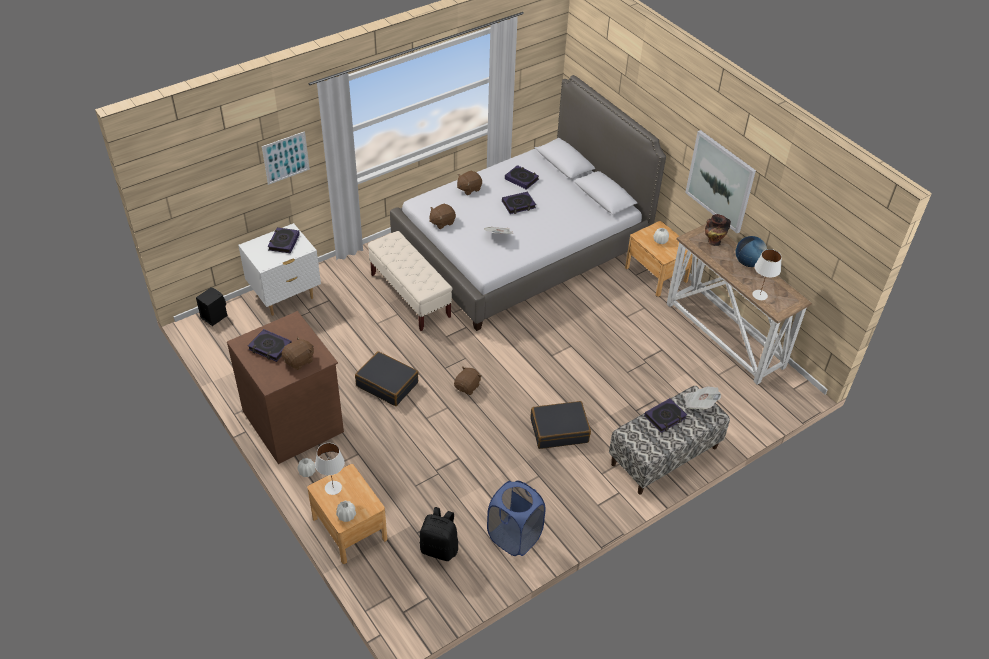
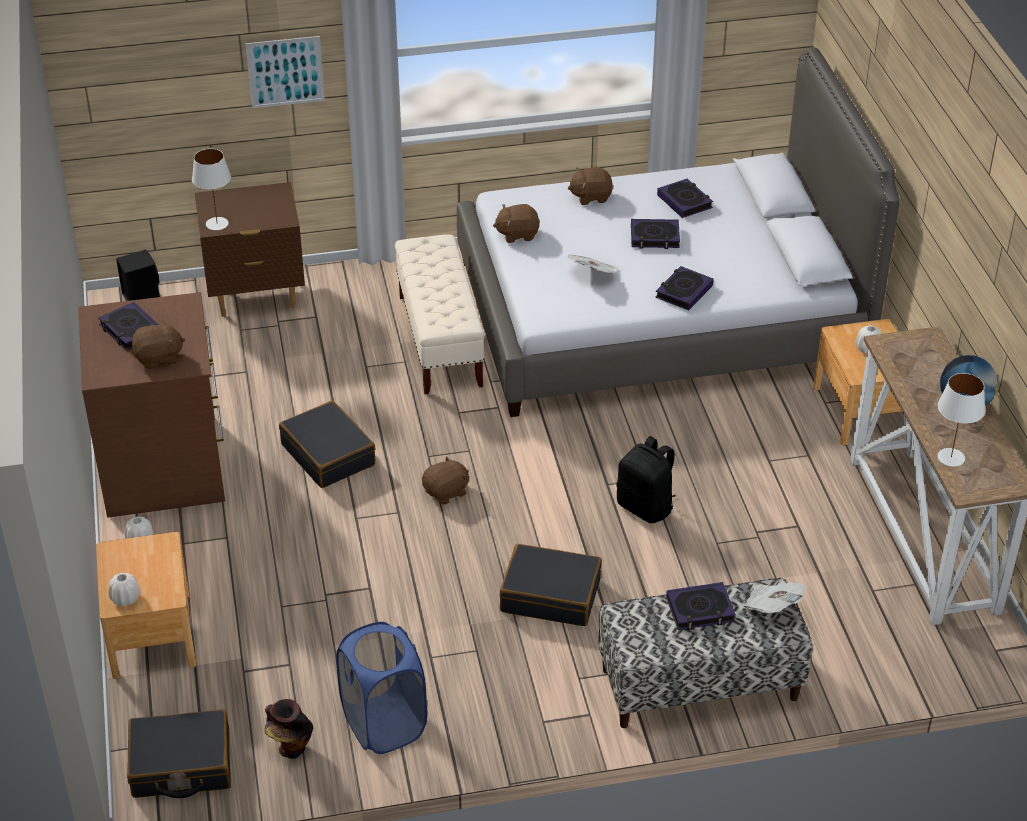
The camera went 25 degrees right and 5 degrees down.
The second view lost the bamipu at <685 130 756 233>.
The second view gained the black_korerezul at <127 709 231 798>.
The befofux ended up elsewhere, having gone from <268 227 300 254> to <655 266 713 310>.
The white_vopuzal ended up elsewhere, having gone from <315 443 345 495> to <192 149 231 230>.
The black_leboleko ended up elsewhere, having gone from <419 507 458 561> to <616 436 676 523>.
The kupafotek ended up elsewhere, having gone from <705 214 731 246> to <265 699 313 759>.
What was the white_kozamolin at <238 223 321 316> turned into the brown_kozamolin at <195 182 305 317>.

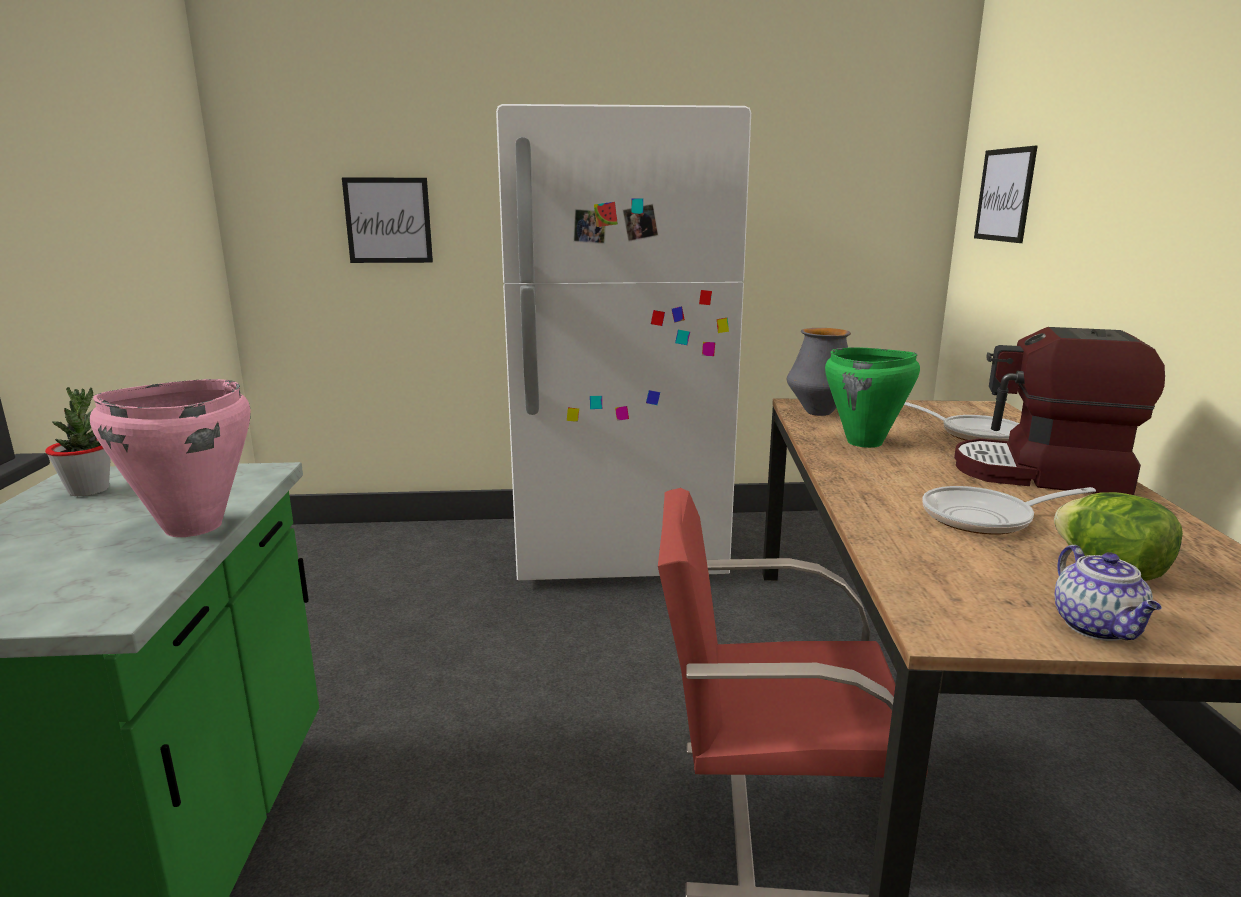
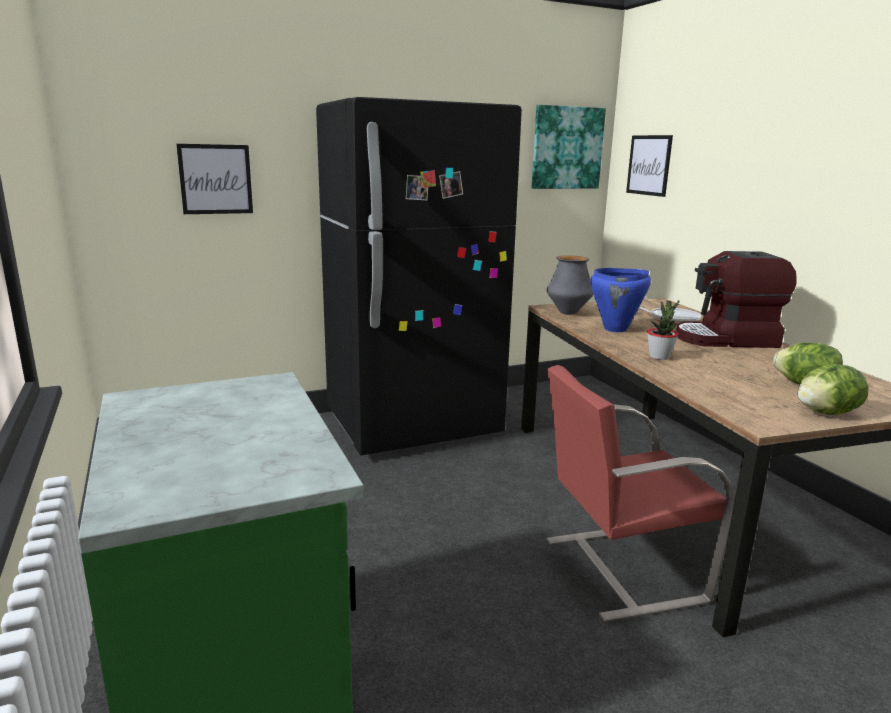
The camera went 20 degrees left and 0 degrees up.
The second view lost the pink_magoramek at <90 379 251 537>.
The second view lost the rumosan at <922 486 1096 535>.
The second view gained the bamipu at <532 105 606 189>.
The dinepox ended up elsewhere, having gone from <45 387 111 496> to <647 300 679 360>.
Where the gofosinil stood at <1055 545 1162 641>, the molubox came to stand at <798 364 868 415>.
What was the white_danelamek at <496 104 751 580> turned into the black_danelamek at <316 97 522 455>.
What was the green_magoramek at <825 347 920 448> turned into the blue_magoramek at <590 268 651 332>.

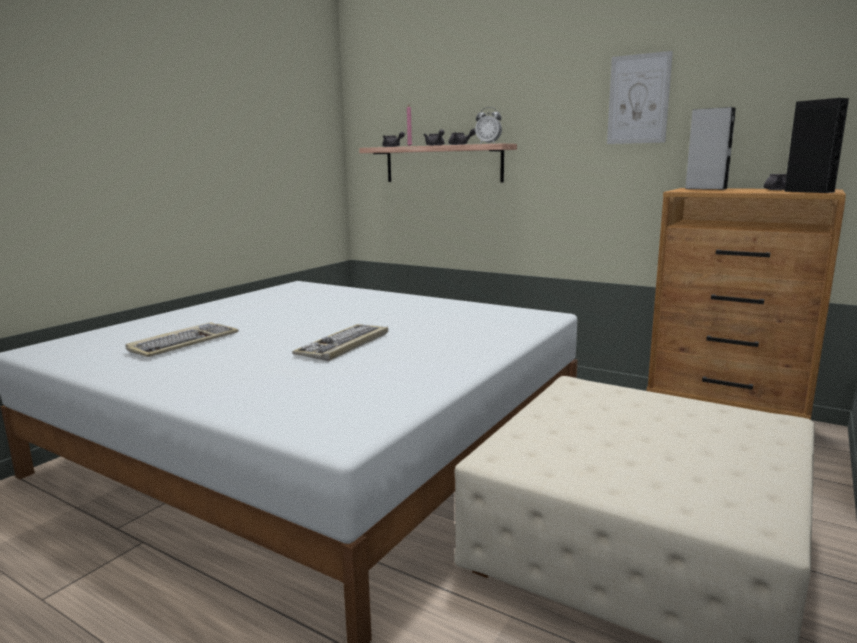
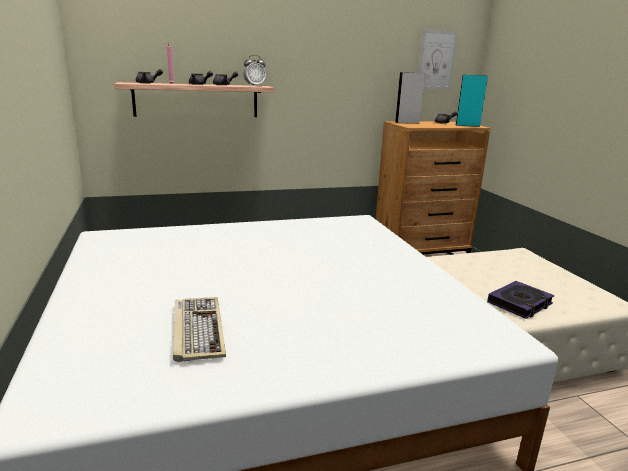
The camera went 50 degrees left and 5 degrees up.
The second view lost the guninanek at <292 324 388 361>.
The second view gained the befofux at <487 281 555 319>.
The bamipu ended up elsewhere, having gone from <607 51 673 144> to <418 29 458 90>.
What was the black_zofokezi at <783 98 849 193> turned into the turquoise_zofokezi at <455 75 488 127>.

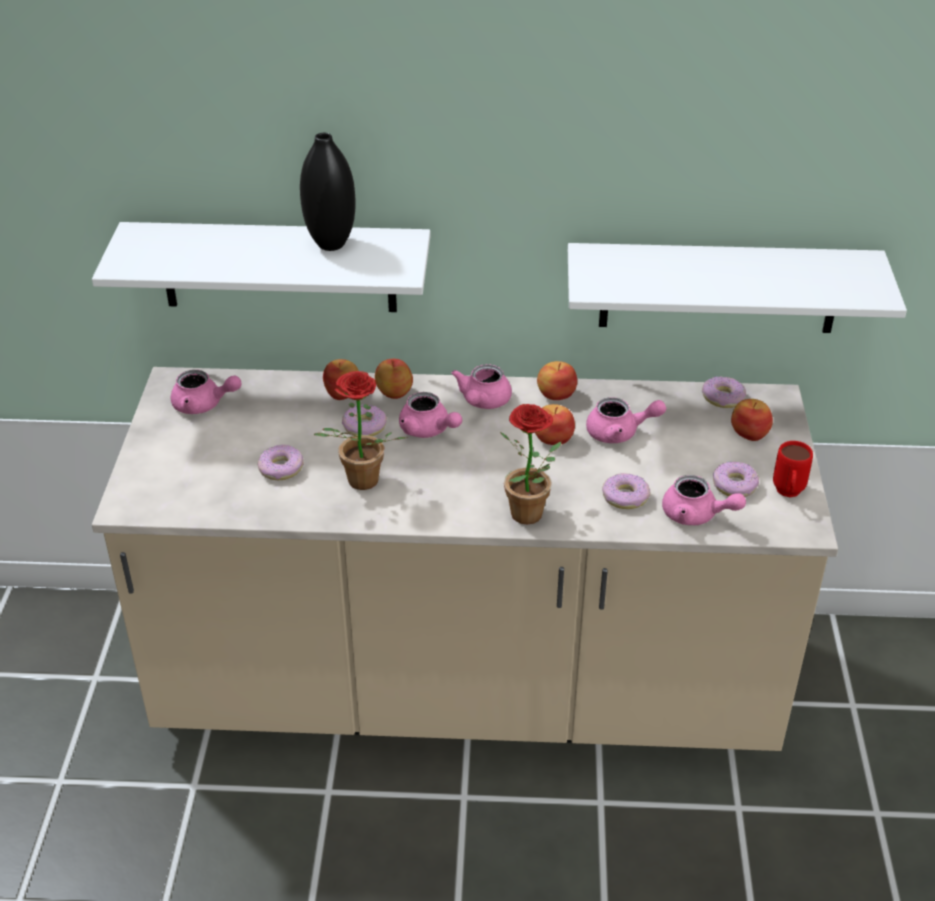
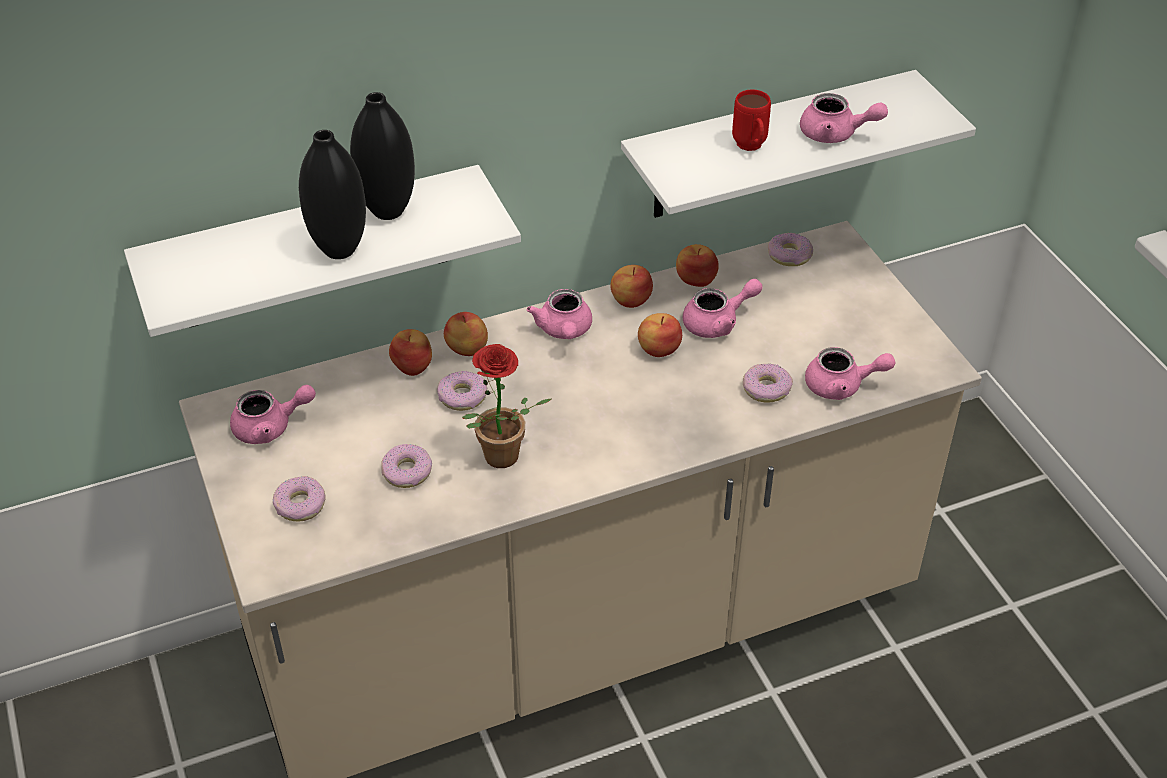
The camera went 25 degrees left and 5 degrees up.
The second view lost the dinepox at <500 404 561 525>.
The second view gained the black_kupafotek at <299 130 366 259>.
The pink_gofosinil ended up elsewhere, having gone from <399 392 462 438> to <800 93 888 143>.
The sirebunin ended up elsewhere, having gone from <713 461 759 497> to <273 476 326 522>.
The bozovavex ended up elsewhere, having gone from <731 399 773 441> to <676 244 719 287>.
The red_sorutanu ended up elsewhere, having gone from <773 441 813 497> to <732 89 771 151>.

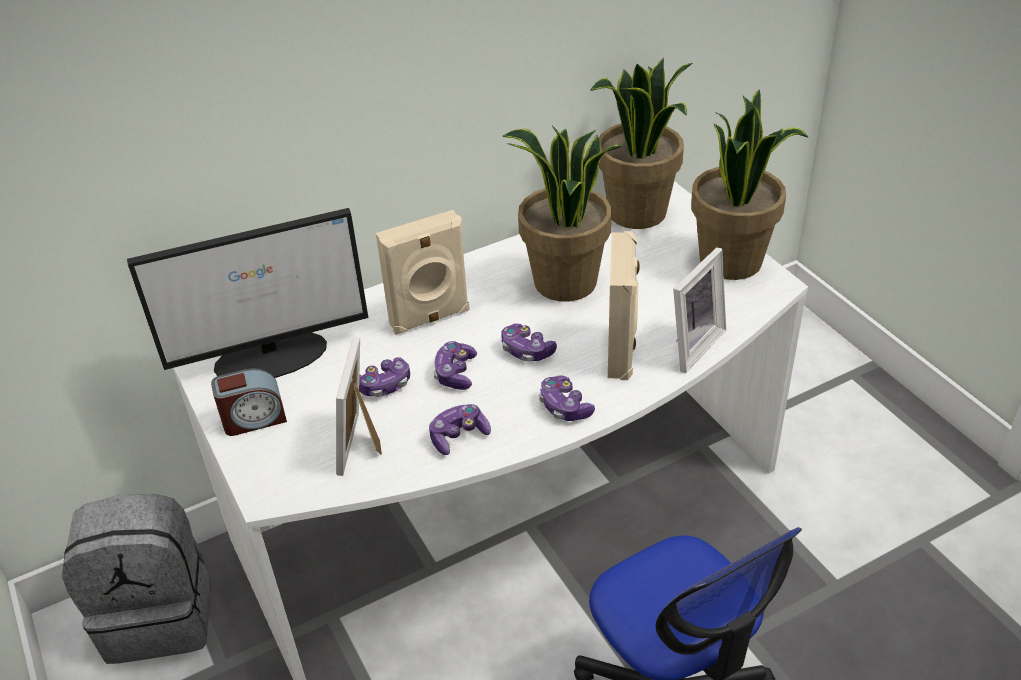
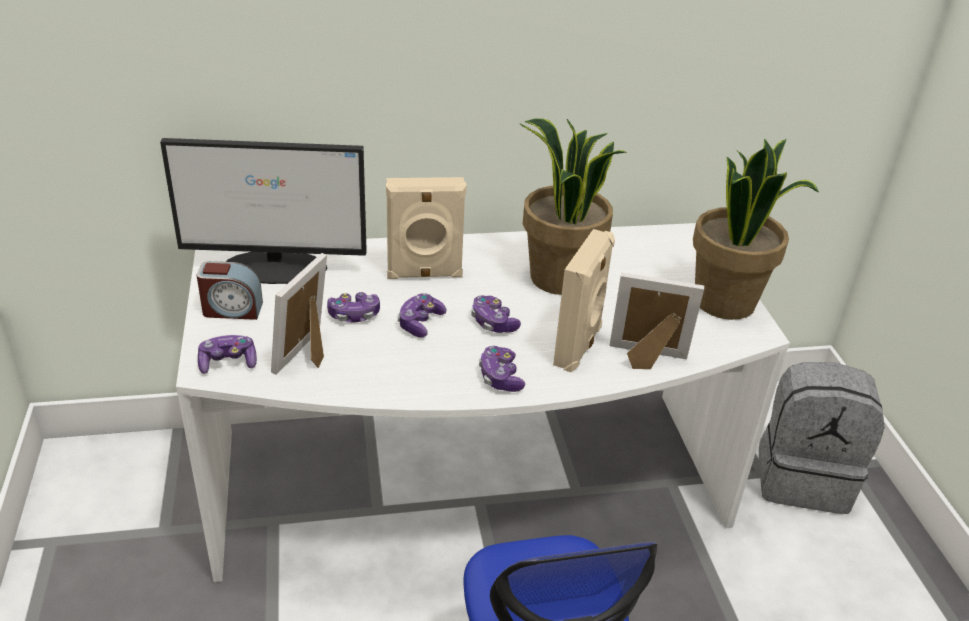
The camera went 15 degrees right and 5 degrees down.
The second view lost the dinepox at <590 57 693 229>.
The grey_leboleko ended up elsewhere, having gone from <62 494 211 664> to <759 362 885 514>.
The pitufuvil ended up elsewhere, having gone from <429 404 491 455> to <198 335 257 374>.
The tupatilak at <673 247 726 373> ended up facing another way, 135 degrees counterclockwise from before.

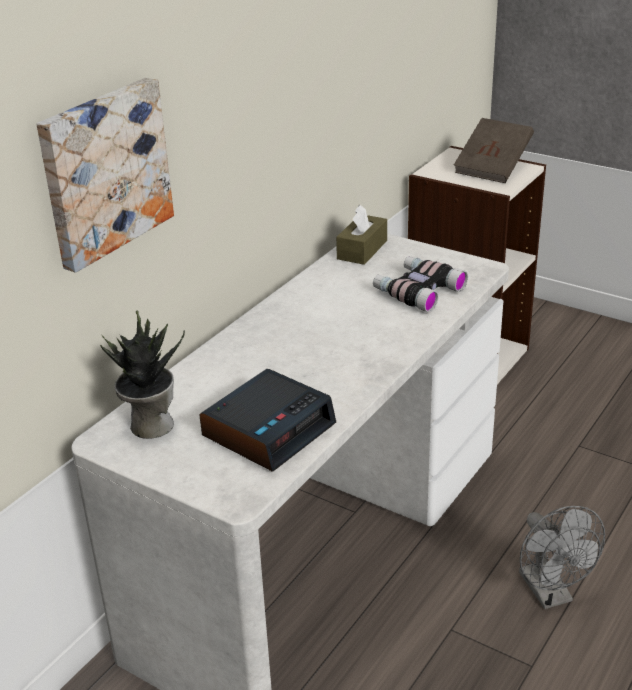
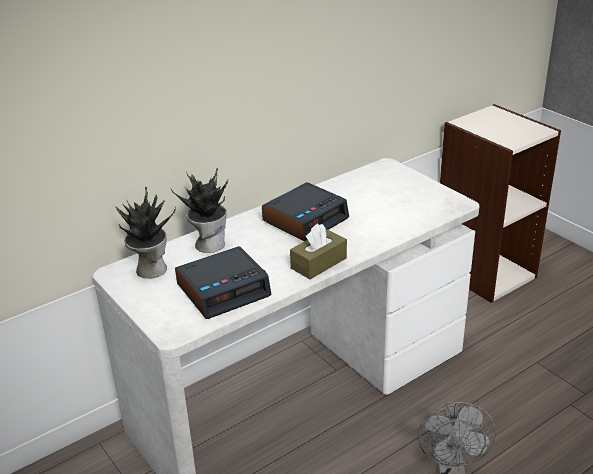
The camera went 20 degrees right and 0 degrees up.
The second view lost the bamipu at <36 78 174 273>.
The second view lost the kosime at <373 256 468 313>.
The second view lost the brown_befofux at <454 118 534 183>.
The second view gained the dinepox at <171 168 228 253>.
The second view gained the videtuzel at <262 182 349 241>.
The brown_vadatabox ended up elsewhere, having gone from <336 205 387 265> to <290 224 347 279>.

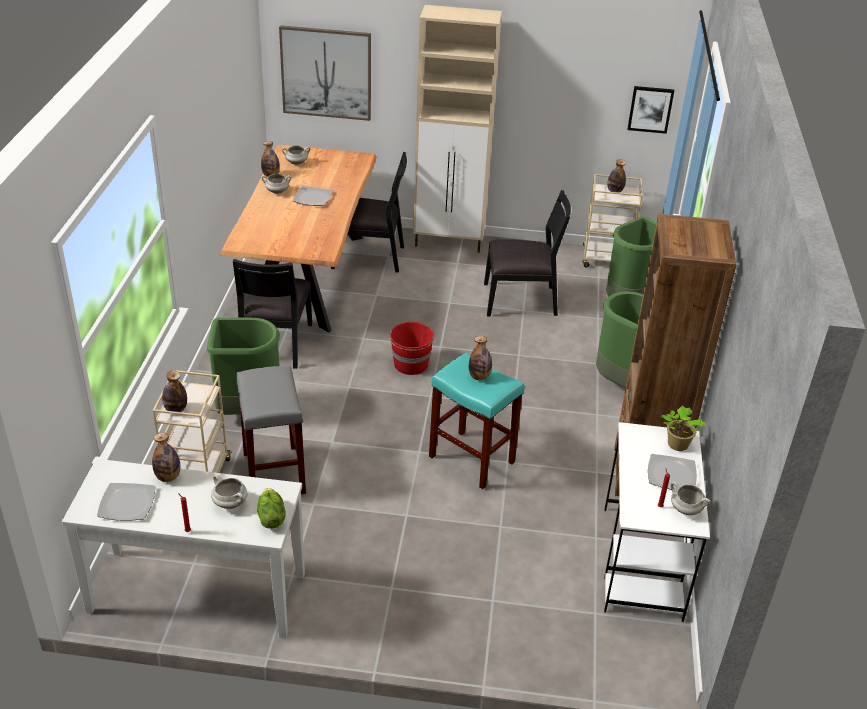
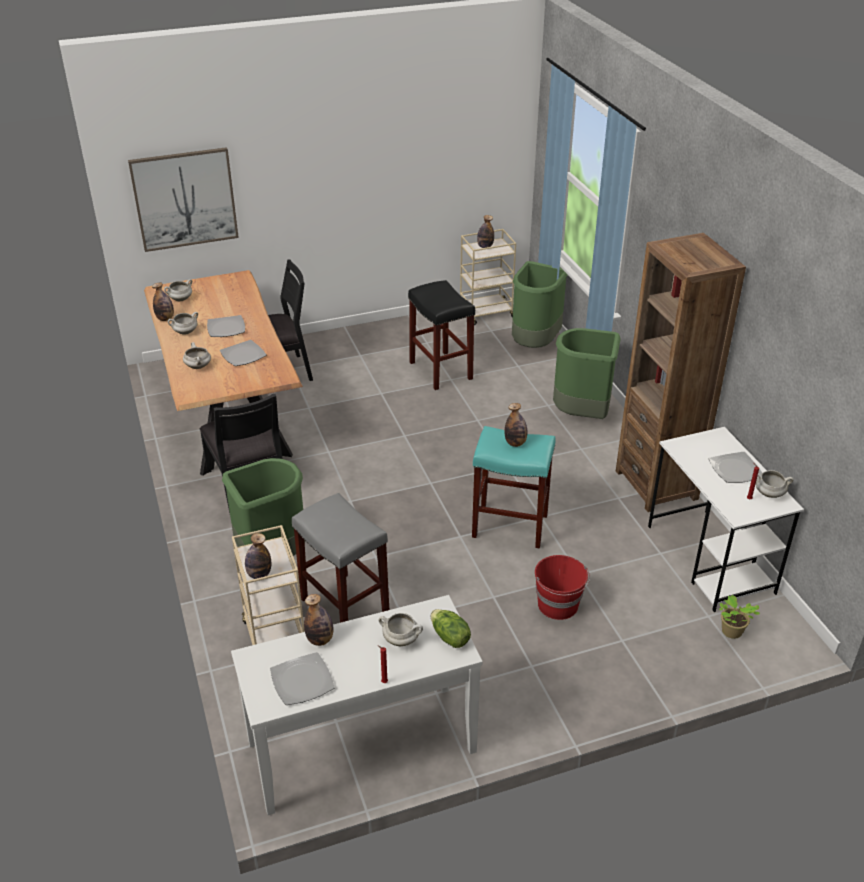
The camera went 25 degrees left and 0 degrees up.
The second view lost the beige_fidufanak at <413 5 502 253>.
The second view lost the bamipu at <628 86 674 134>.
The second view gained the white_magoramek at <183 342 211 369>.
The second view gained the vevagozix at <220 340 267 366>.
The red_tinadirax ended up elsewhere, having gone from <389 322 435 375> to <535 555 590 620>.
The dinepox ended up elsewhere, having gone from <661 406 706 451> to <719 595 760 639>.
Where the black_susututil stood at <484 190 571 316>, the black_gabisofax came to stand at <408 280 475 390>.

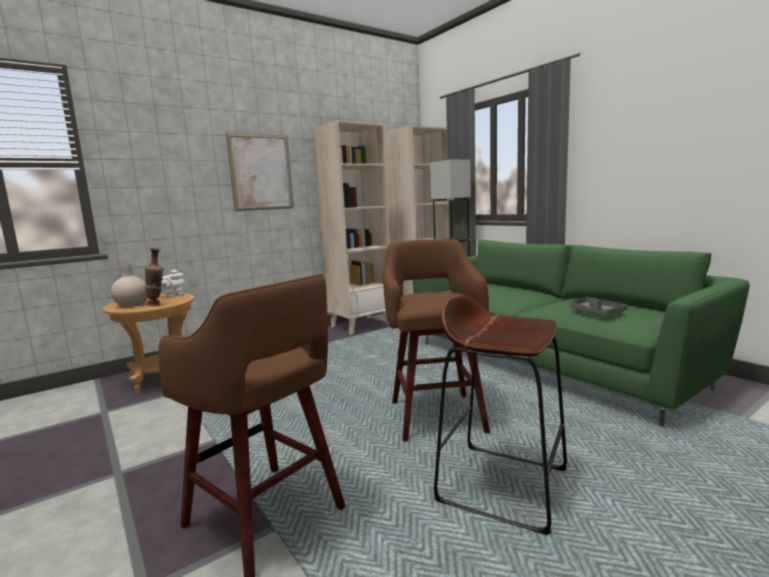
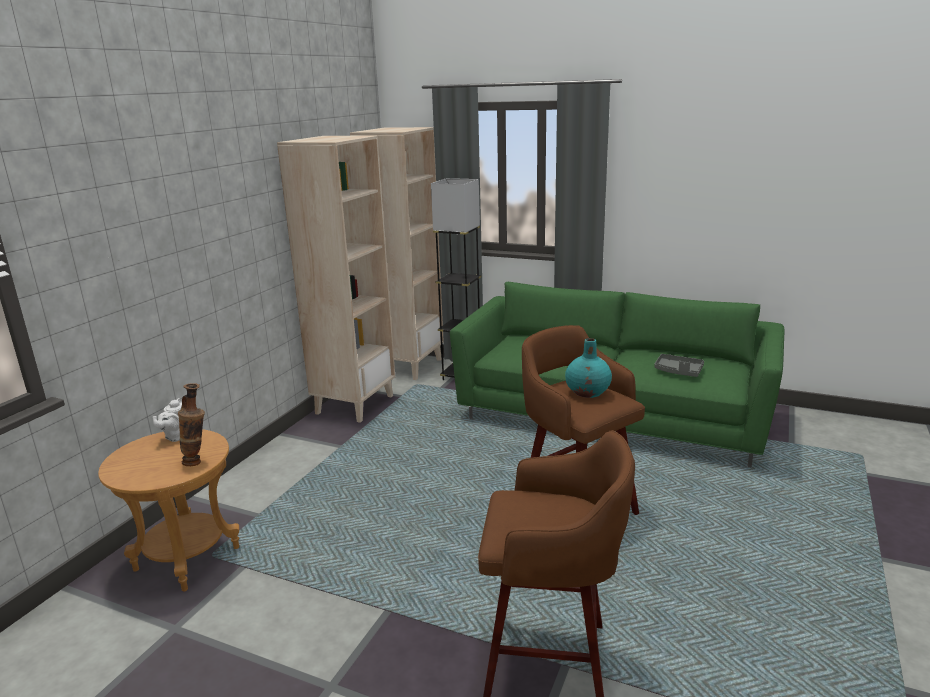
The camera went 30 degrees left and 10 degrees up.
The second view lost the beige_kupafotek at <111 263 148 307>.
The second view lost the bamipu at <226 133 294 211>.
The second view lost the brown_gabisofax at <434 295 567 536>.
The second view gained the turquoise_kupafotek at <565 338 612 398>.

